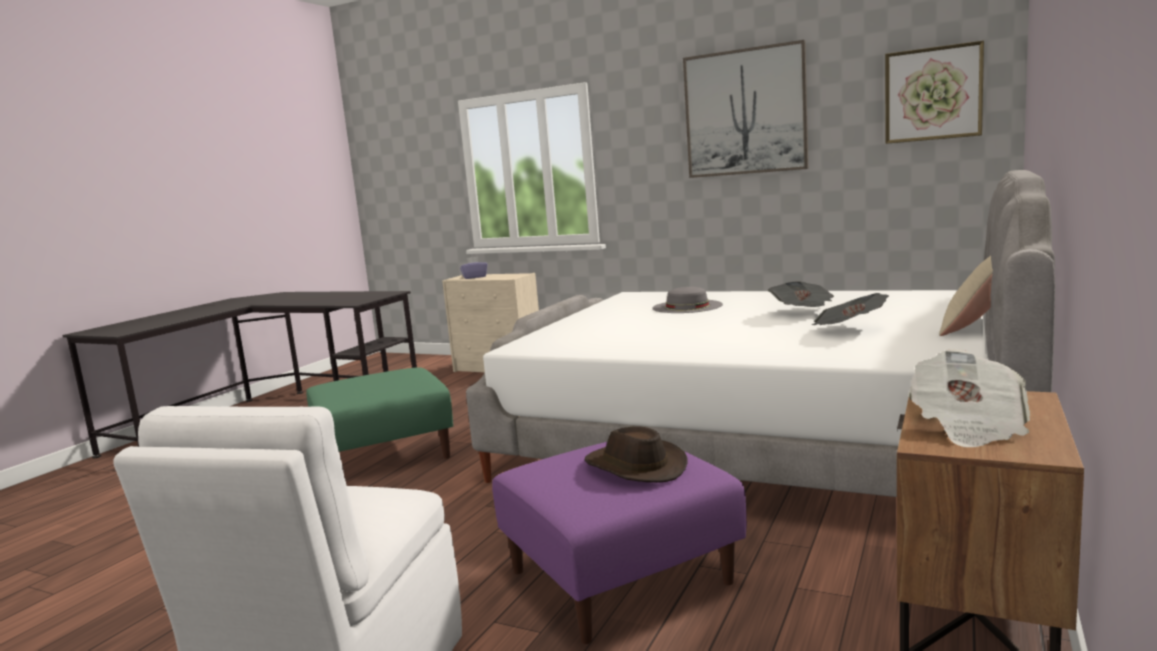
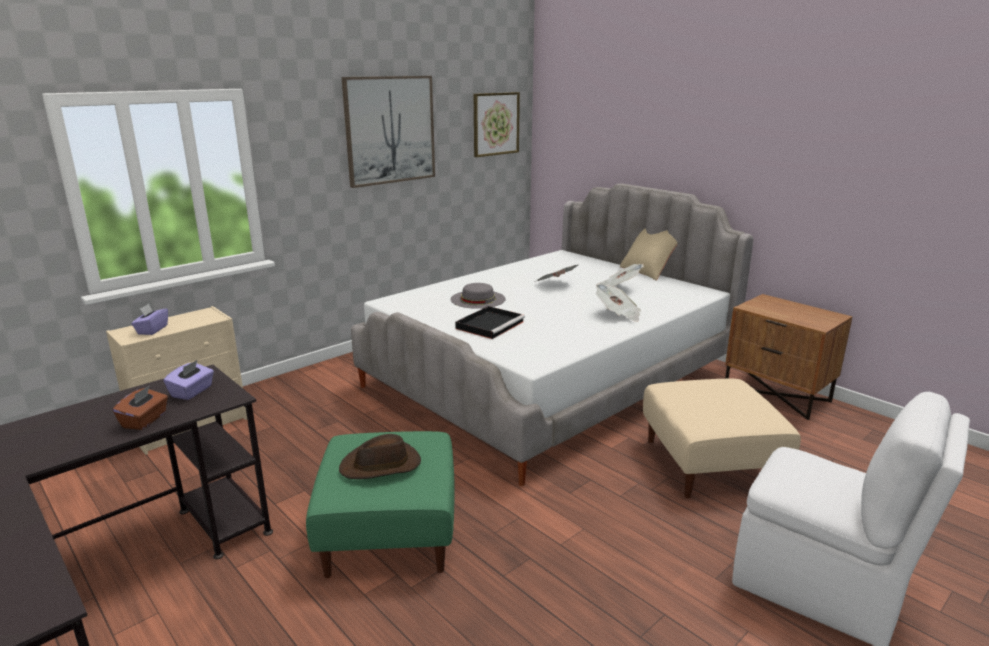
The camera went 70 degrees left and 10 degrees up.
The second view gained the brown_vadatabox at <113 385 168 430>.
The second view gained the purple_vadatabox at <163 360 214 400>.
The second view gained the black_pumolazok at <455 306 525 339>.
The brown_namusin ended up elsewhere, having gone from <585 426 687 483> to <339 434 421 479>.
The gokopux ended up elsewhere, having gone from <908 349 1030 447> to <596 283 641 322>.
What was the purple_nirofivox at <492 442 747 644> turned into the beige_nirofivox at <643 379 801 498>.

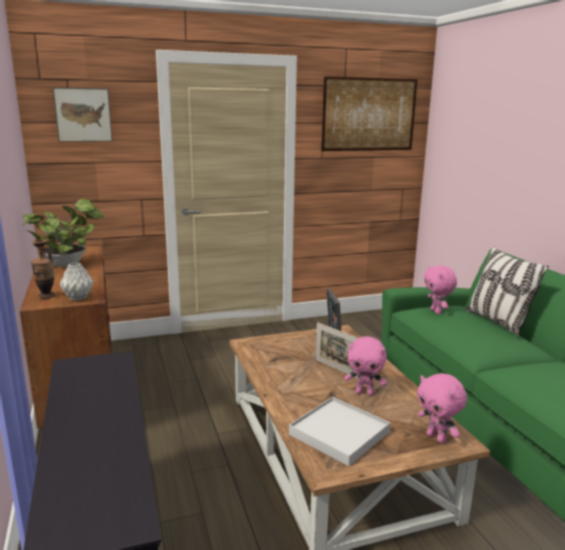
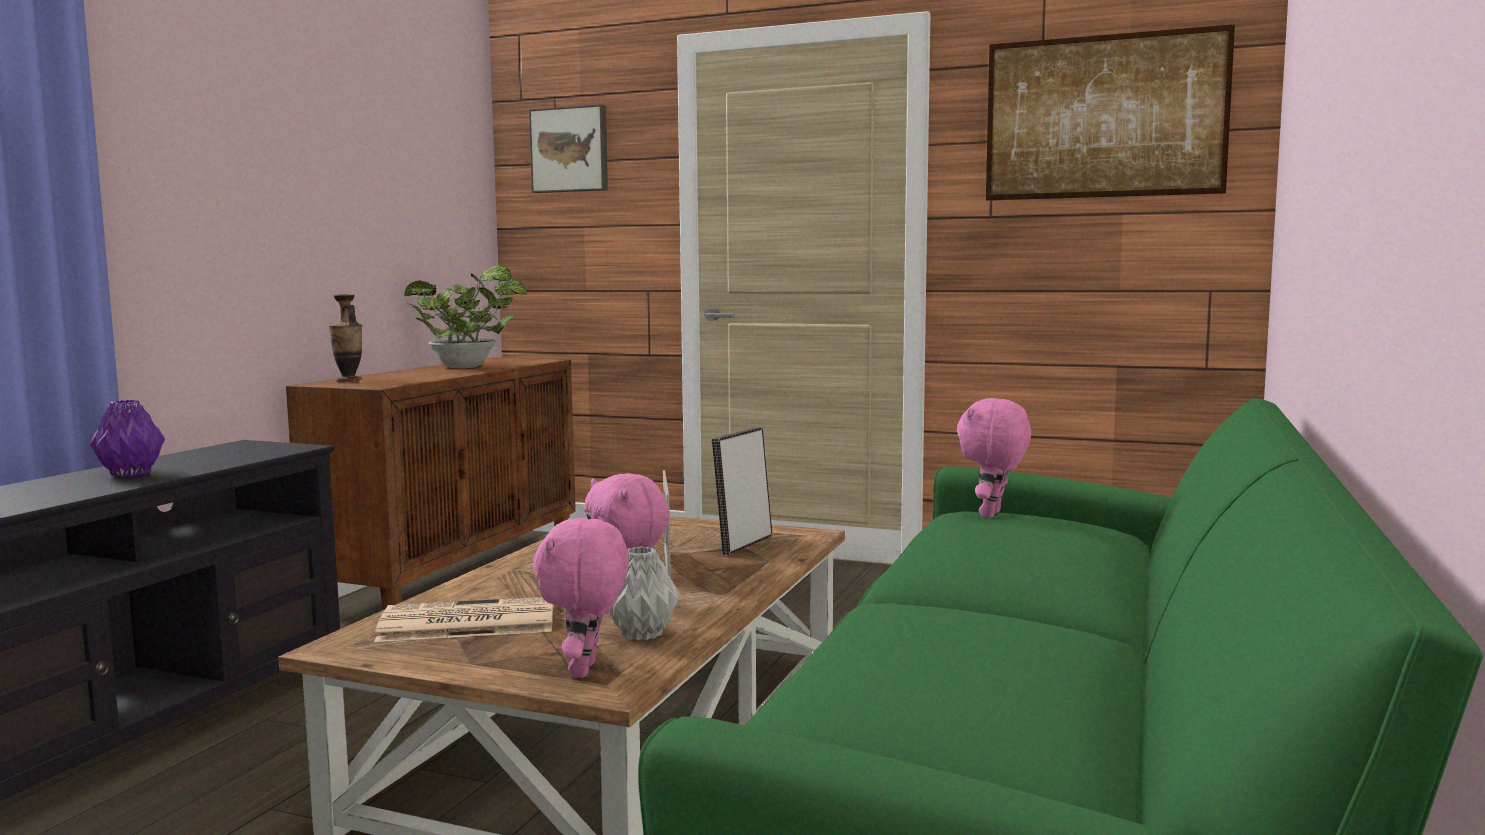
The camera went 40 degrees right and 10 degrees down.
The second view lost the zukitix at <466 246 549 336>.
The second view gained the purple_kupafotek at <90 400 165 477>.
The grey_kupafotek ended up elsewhere, having gone from <60 263 93 301> to <610 546 680 640>.
Where the white_pumolazok stood at <289 397 391 466>, the gokopux came to stand at <374 597 553 642>.

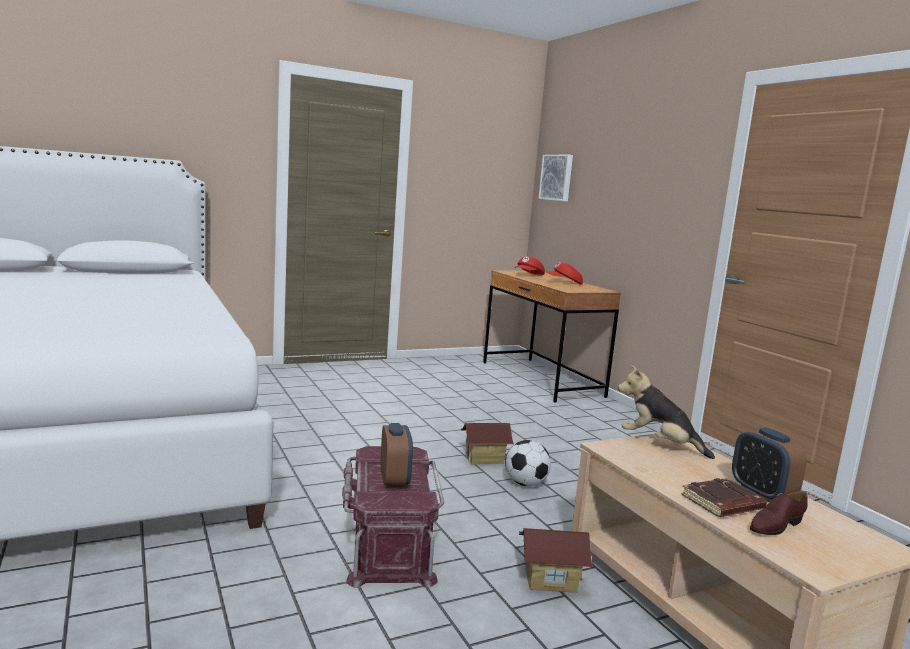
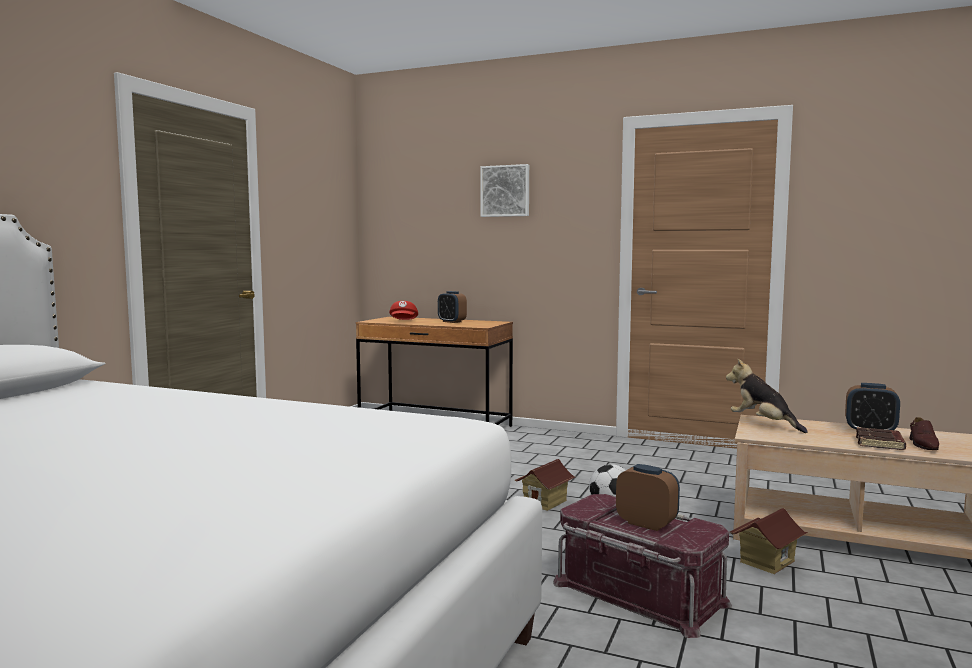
The camera went 40 degrees left and 5 degrees down.
The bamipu ended up elsewhere, having gone from <538 155 573 202> to <480 164 529 217>.
Where the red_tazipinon stood at <545 262 583 284>, the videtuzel came to stand at <438 291 467 323>.
The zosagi at <618 365 715 459> ended up facing another way, 60 degrees clockwise from before.

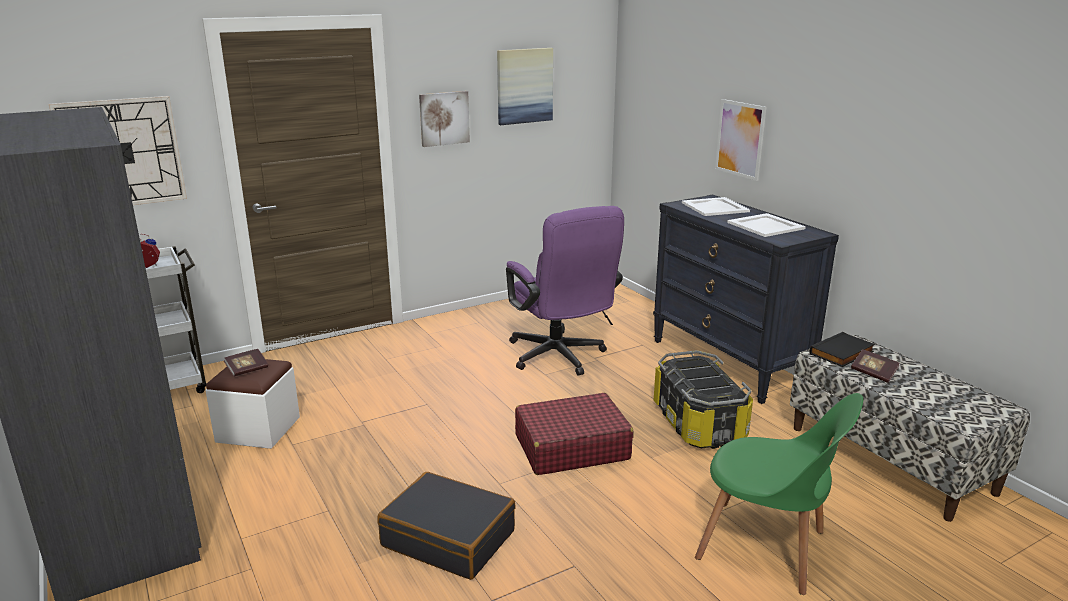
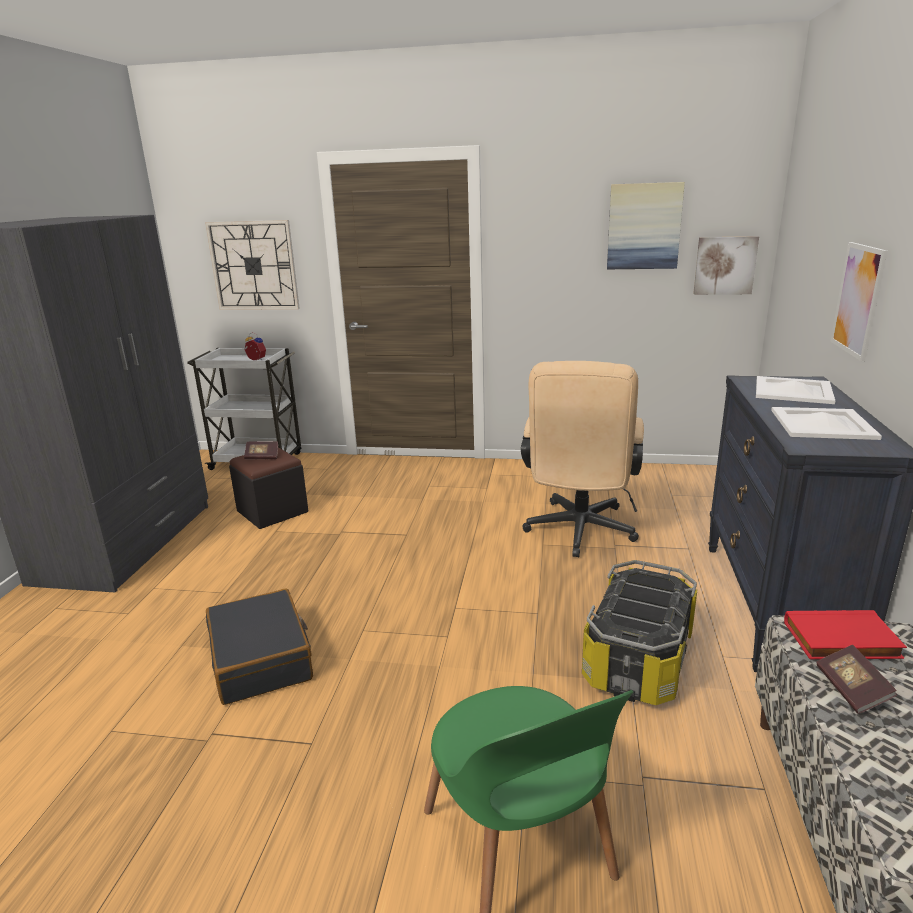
The camera went 40 degrees right and 0 degrees up.
The second view lost the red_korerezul at <515 393 633 475>.
The bamipu ended up elsewhere, having gone from <419 91 470 147> to <693 236 759 295>.
What was the white_nirofivox at <205 359 300 449> turned into the black_nirofivox at <229 447 308 529>.
What was the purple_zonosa at <506 206 624 376> turned into the beige_zonosa at <521 361 644 557>.
What was the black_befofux at <809 332 875 367> turned into the red_befofux at <784 610 907 659>.

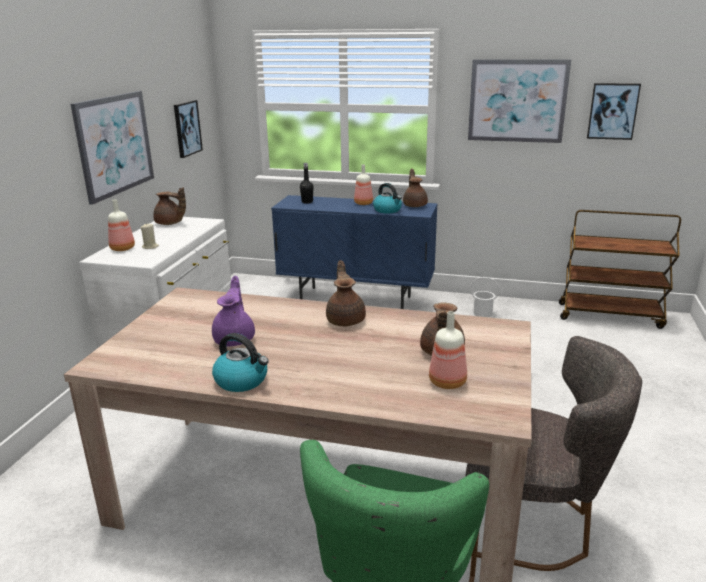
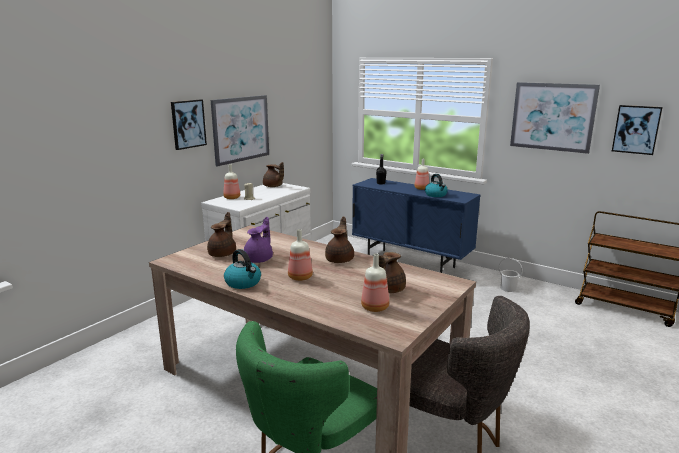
The camera went 20 degrees right and 5 degrees down.
The second view gained the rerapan at <288 229 313 281>.
The bamipu ended up elsewhere, having gone from <174 100 203 158> to <171 99 207 150>.
The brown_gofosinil ended up elsewhere, having gone from <403 169 428 207> to <207 212 236 257>.

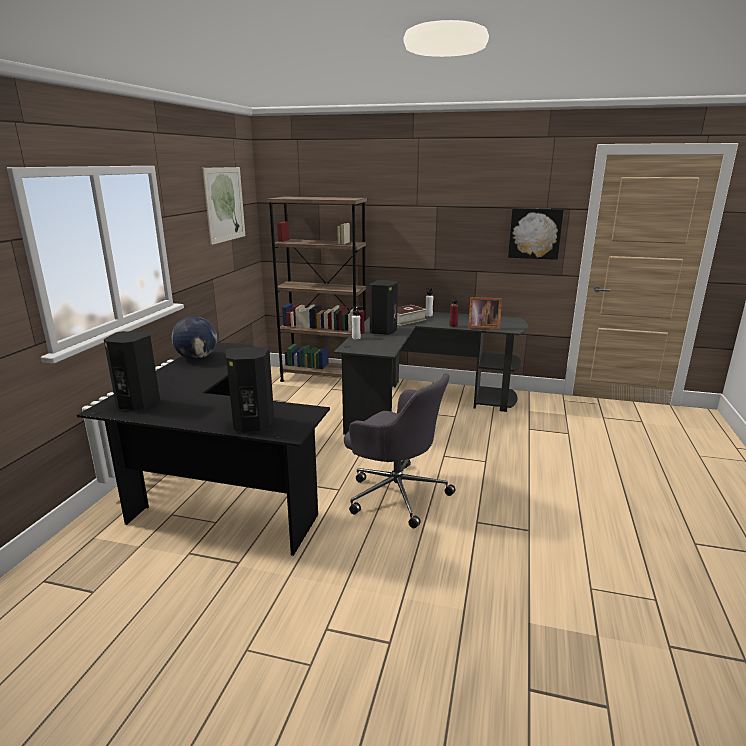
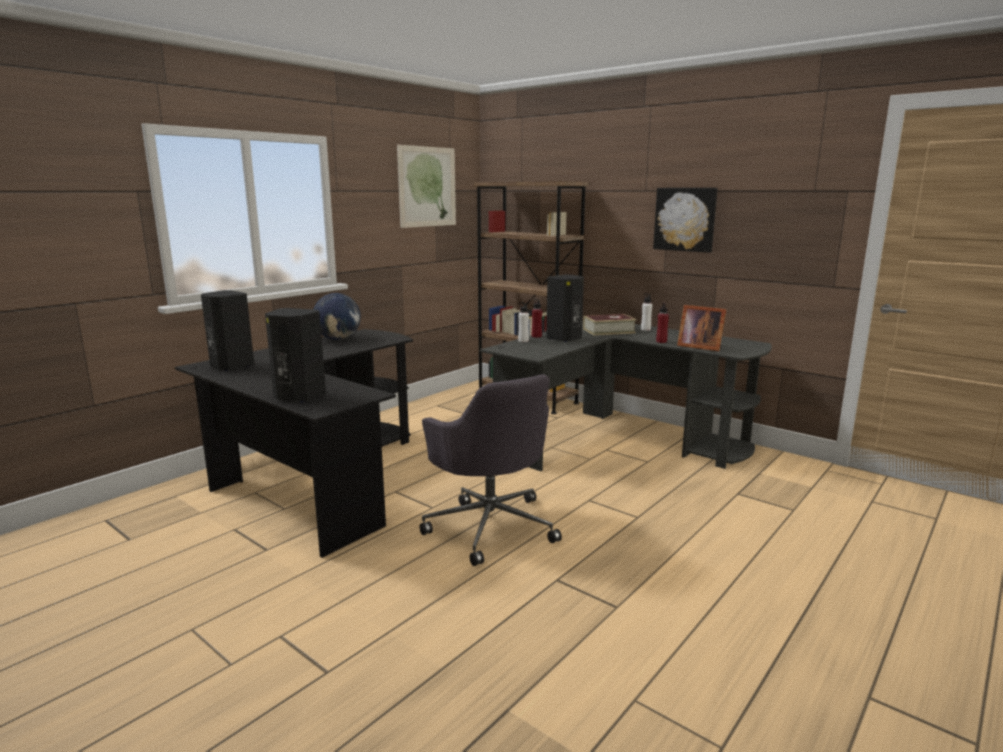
The camera went 25 degrees right and 5 degrees down.
The bamipu ended up elsewhere, having gone from <508 208 564 260> to <653 188 718 253>.

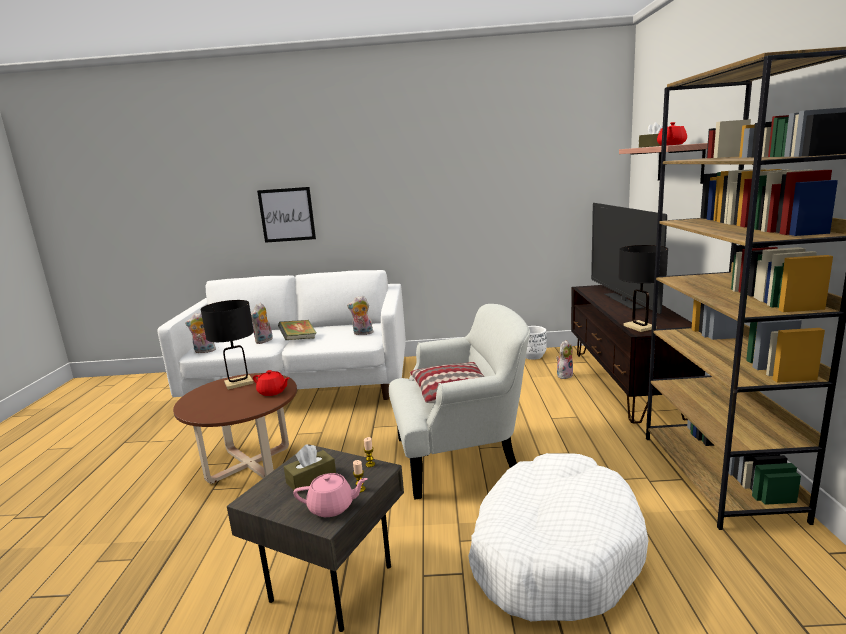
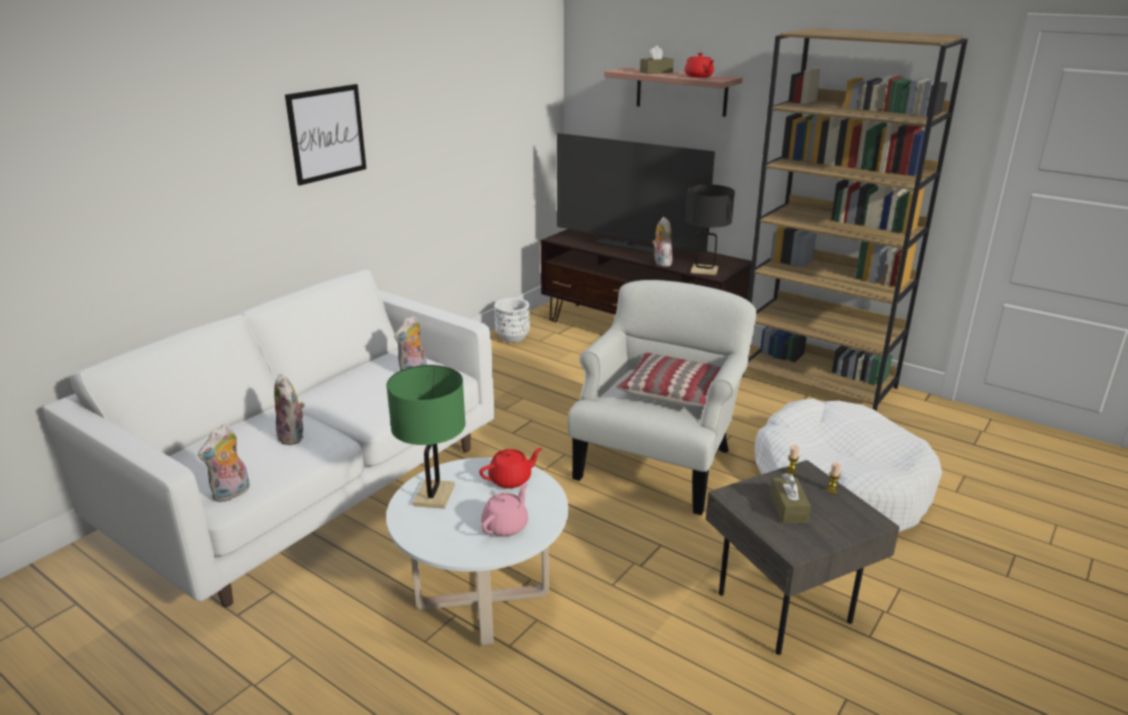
The camera went 55 degrees left and 10 degrees up.
The second view lost the befofux at <278 320 317 340>.
The bamipu ended up elsewhere, having gone from <257 187 316 243> to <285 84 366 186>.
The pink_gofosinil ended up elsewhere, having gone from <293 473 368 517> to <481 483 528 537>.
The zosagi ended up elsewhere, having gone from <556 340 573 379> to <652 217 673 267>.
What was the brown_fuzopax at <173 373 297 484> turned into the white_fuzopax at <386 457 568 646>.
What was the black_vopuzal at <201 300 254 390> turned into the green_vopuzal at <386 365 466 509>.

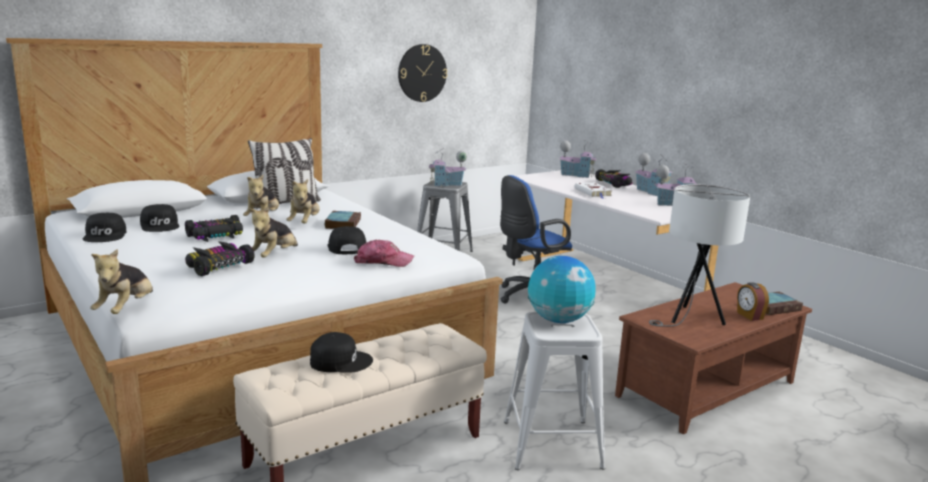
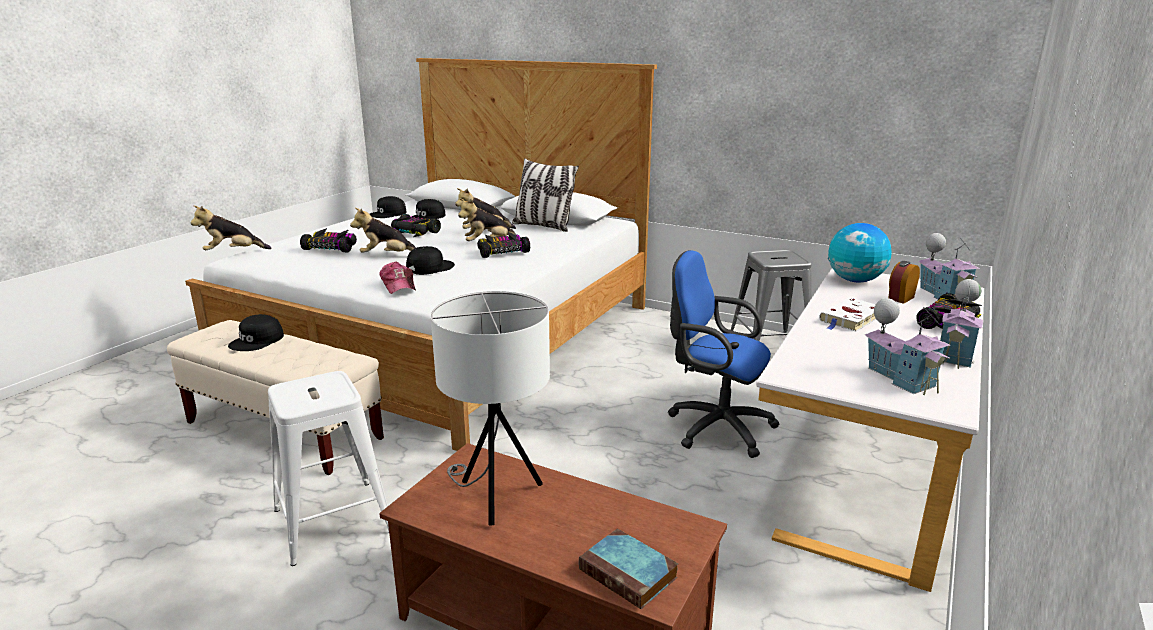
The camera went 65 degrees right and 5 degrees up.
The second view lost the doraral at <398 44 447 102>.
The second view lost the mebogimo at <429 148 467 187>.
The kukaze ended up elsewhere, having gone from <528 256 596 323> to <828 223 892 283>.
The videtuzel ended up elsewhere, having gone from <737 282 769 321> to <889 261 920 304>.
Where the befofux stood at <325 211 361 229>, the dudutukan came to stand at <477 232 530 258>.
The black_tazipinon at <310 332 373 373> ended up facing another way, 60 degrees clockwise from before.

